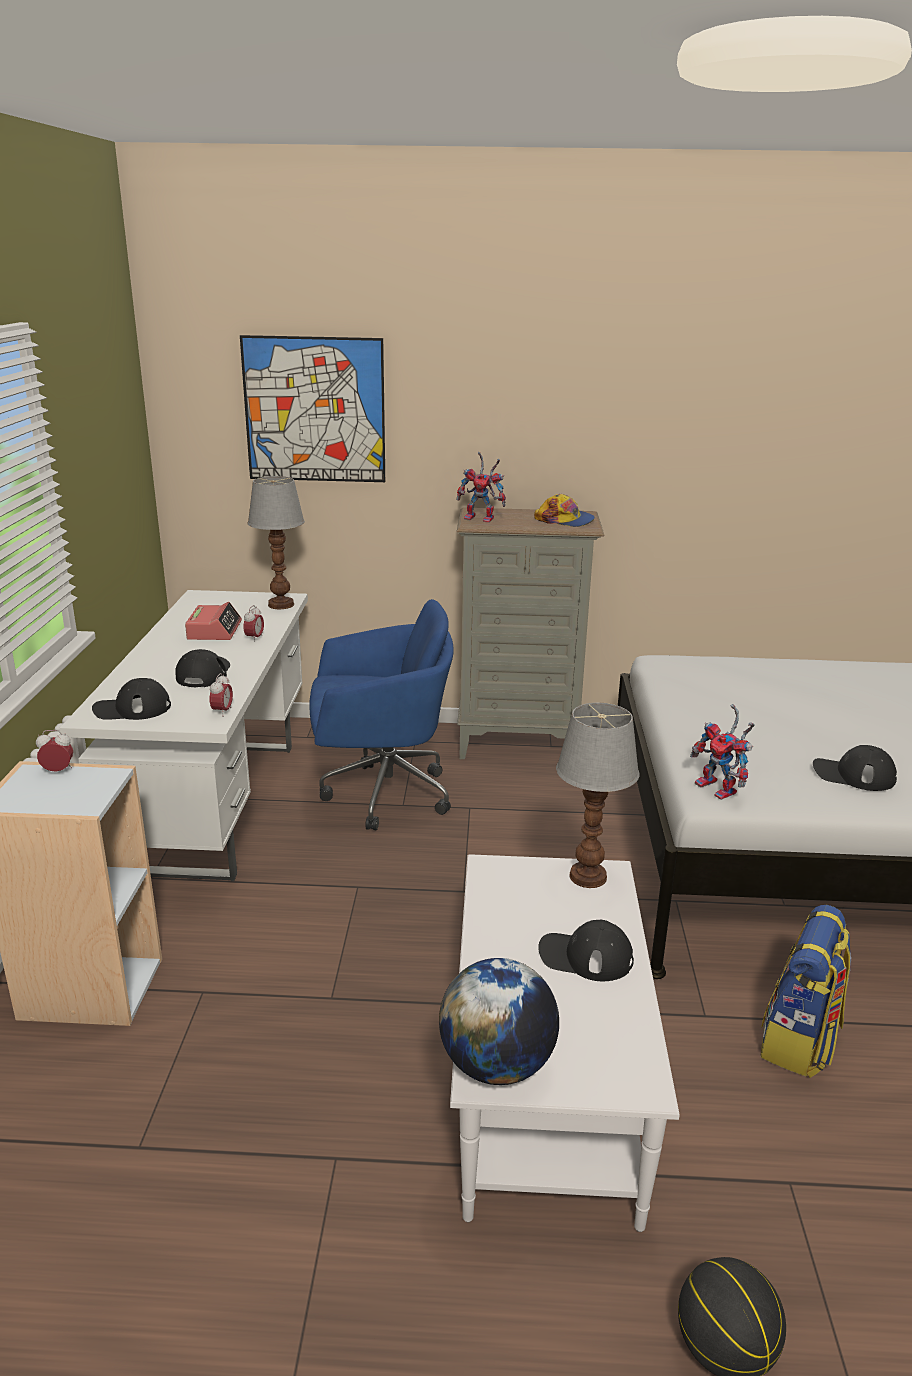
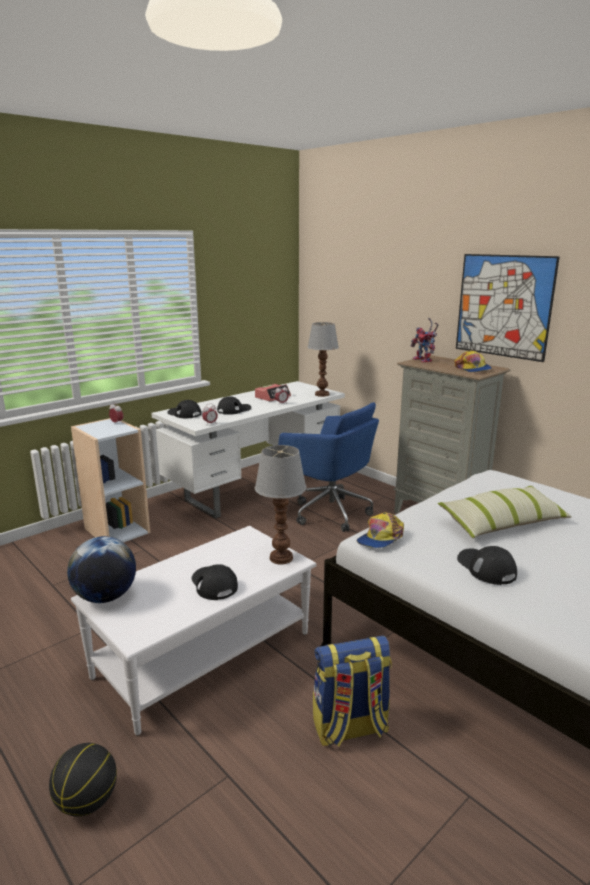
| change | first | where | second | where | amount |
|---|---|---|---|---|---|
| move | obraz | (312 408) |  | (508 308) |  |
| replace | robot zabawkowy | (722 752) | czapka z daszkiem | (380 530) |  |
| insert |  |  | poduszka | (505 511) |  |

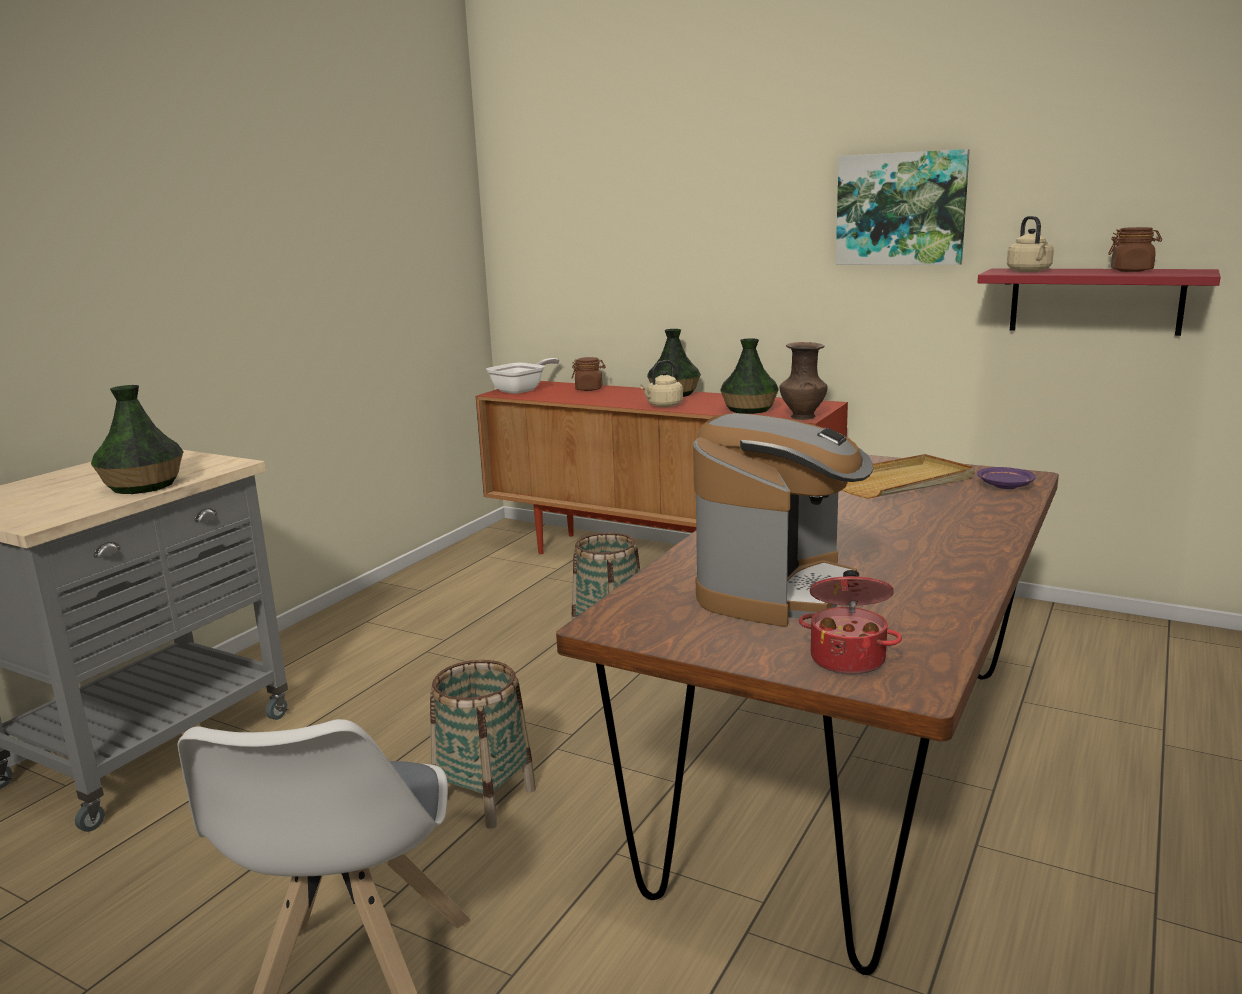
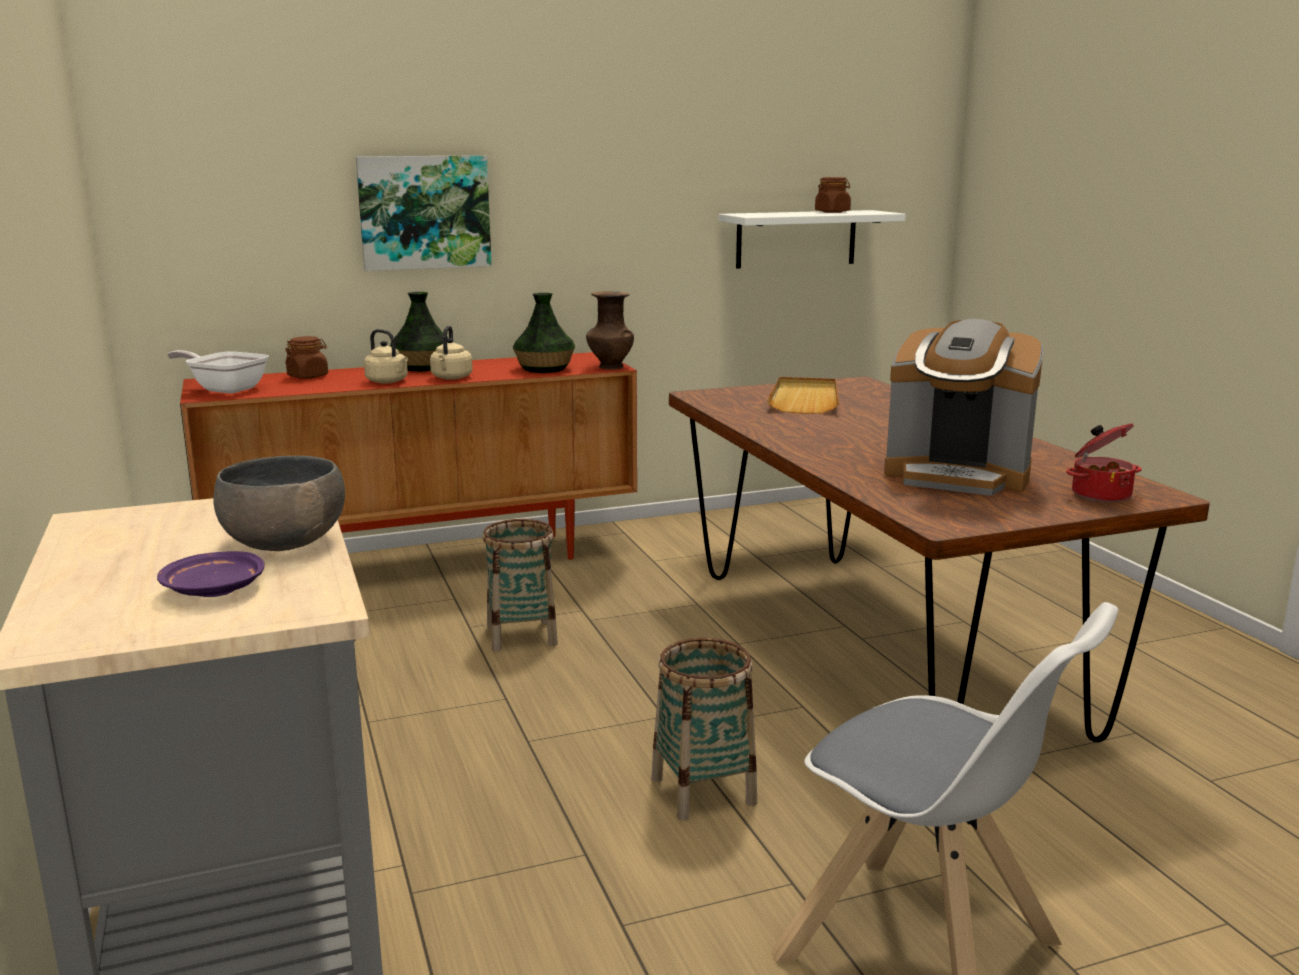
| change | first | where | second | where | amount |
|---|---|---|---|---|---|
| move | obraz | (903 207) |  | (424 213) |  |
| move | czajnik [beżowy] | (1030 244) |  | (386 356) |  |
| recolor | półka [czerwony] | (1099 302) | półka [biały] | (812 239) |  |
| rotate | patelnia | (522 376) |  | (218 372) | 60 degrees counterclockwise |
| replace | wazon | (137 439) | miska [szary] | (279 503) |  |
| rotate | ekspres do kawy | (783 520) |  | (963 407) | 135 degrees clockwise |
| move | talerz [fioletowy] | (1006 478) |  | (210 574) |  |

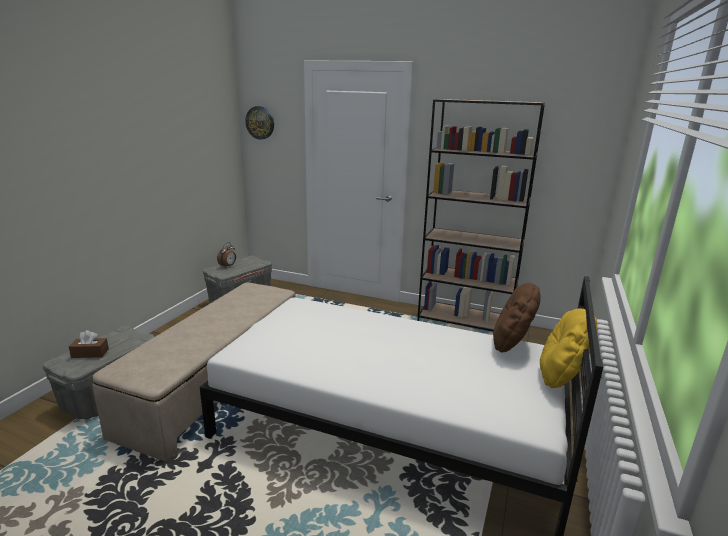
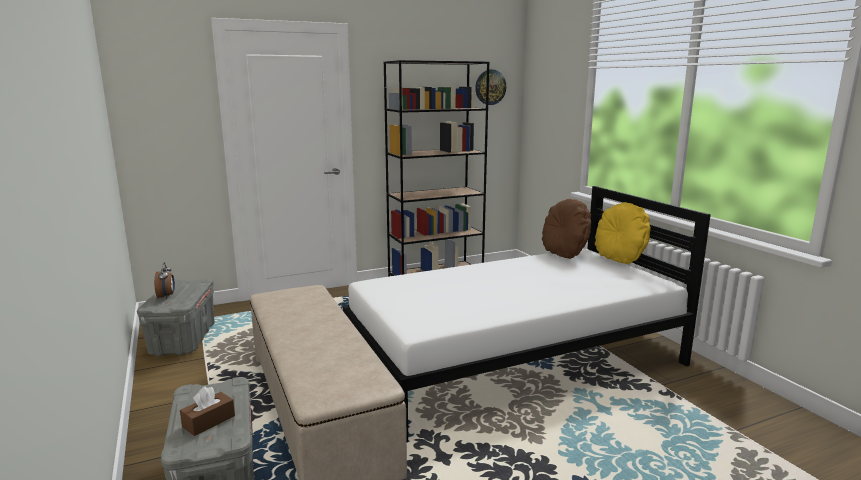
| change | first | where | second | where | amount |
|---|---|---|---|---|---|
| move | zegar ścienny | (259 123) |  | (490 87) |  |

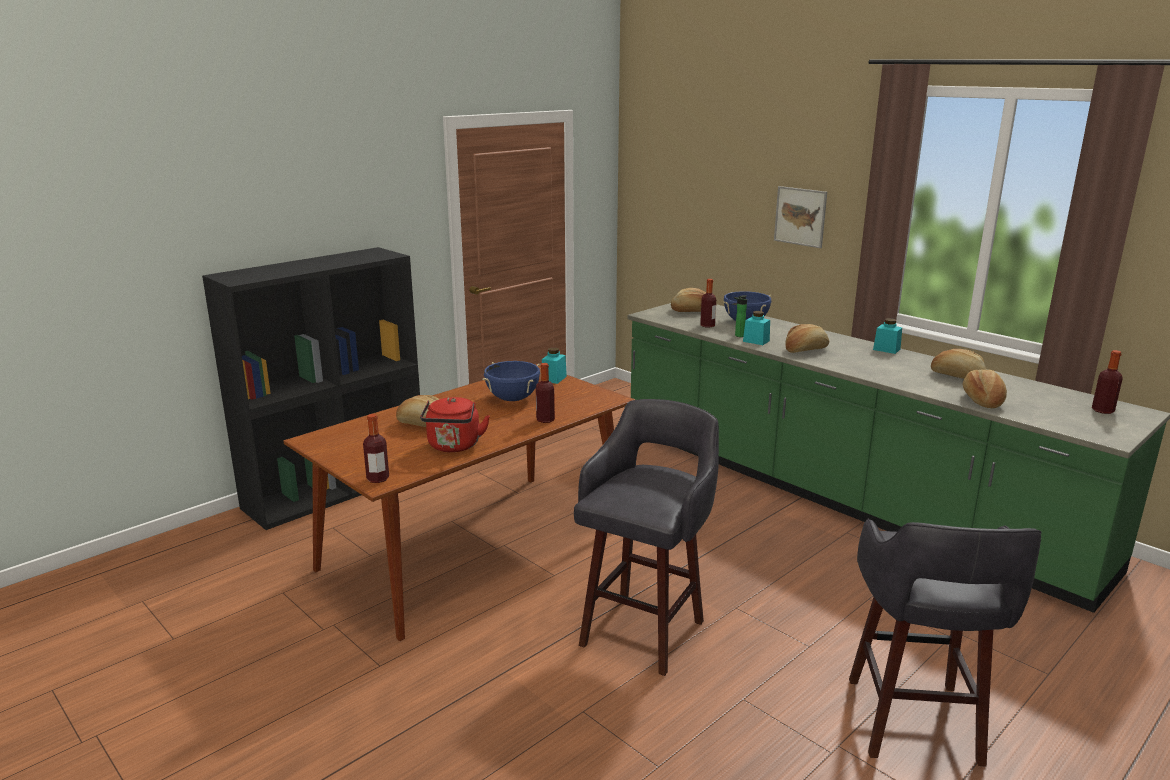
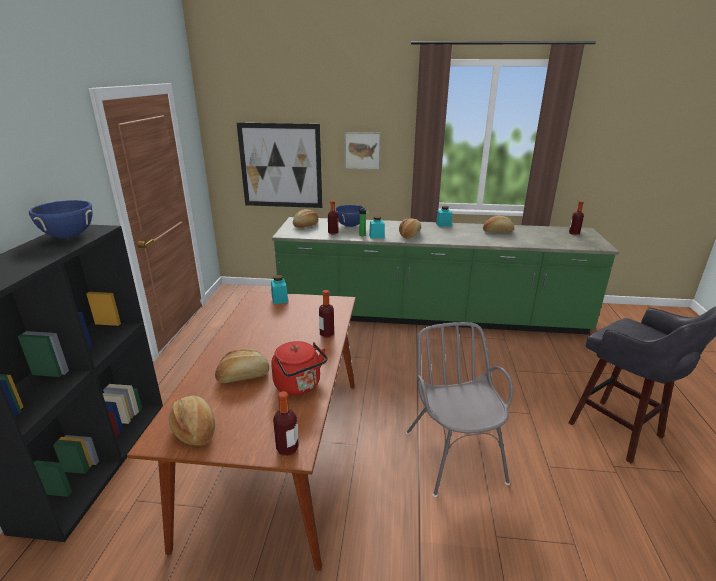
| change | first | where | second | where | amount |
|---|---|---|---|---|---|
| move | garnek [niebieski] | (511 381) |  | (60 219) |  |
| move | chleb | (985 389) |  | (192 421) |  |
| replace | stołek [szary] | (646 537) | krzesło [szary] | (459 409) |  |
| insert |  |  | obraz | (279 165) |  |

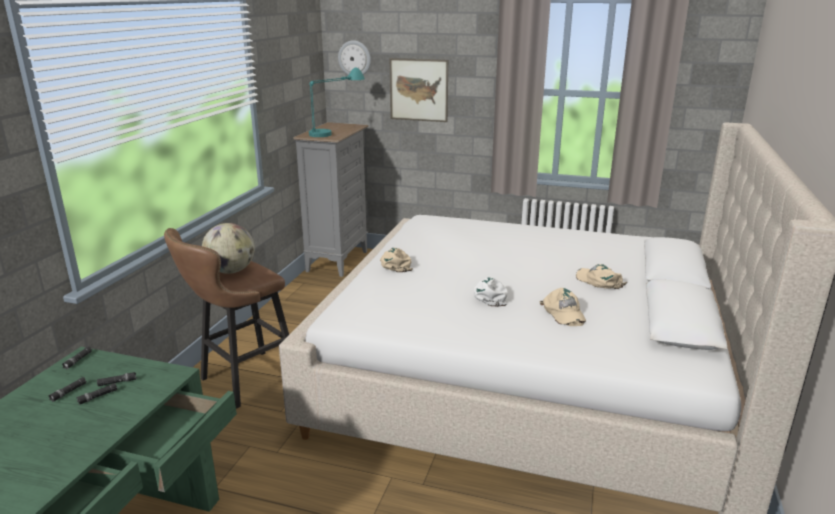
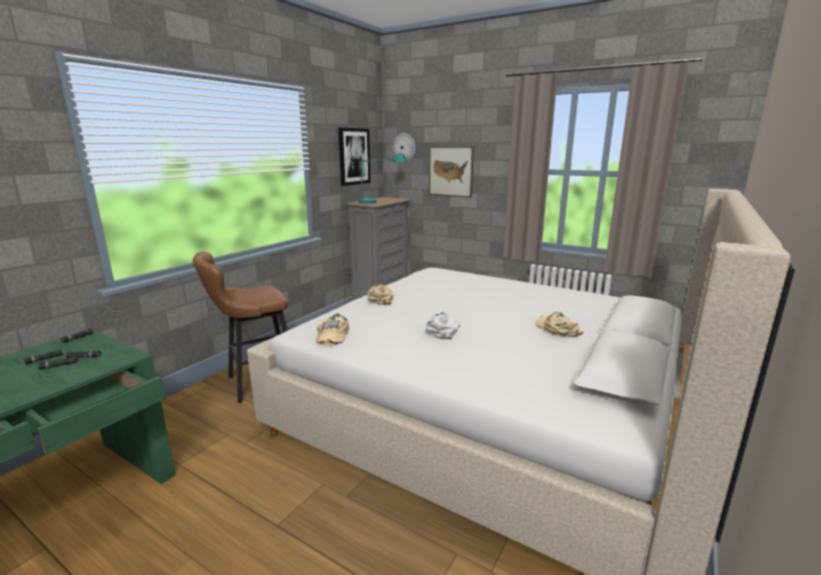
| change | first | where | second | where | amount |
|---|---|---|---|---|---|
| delete | globus | (228 248) |  |  |  |
| move | czapka z daszkiem [beżowy] | (562 307) |  | (332 329) |  |
| insert |  |  | obraz | (354 157) |  |

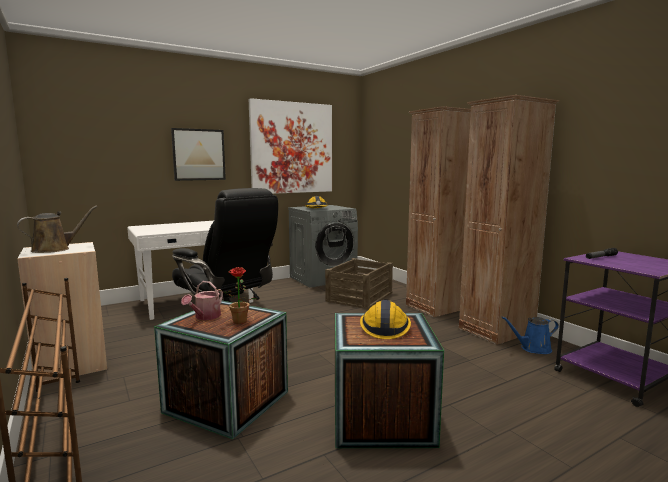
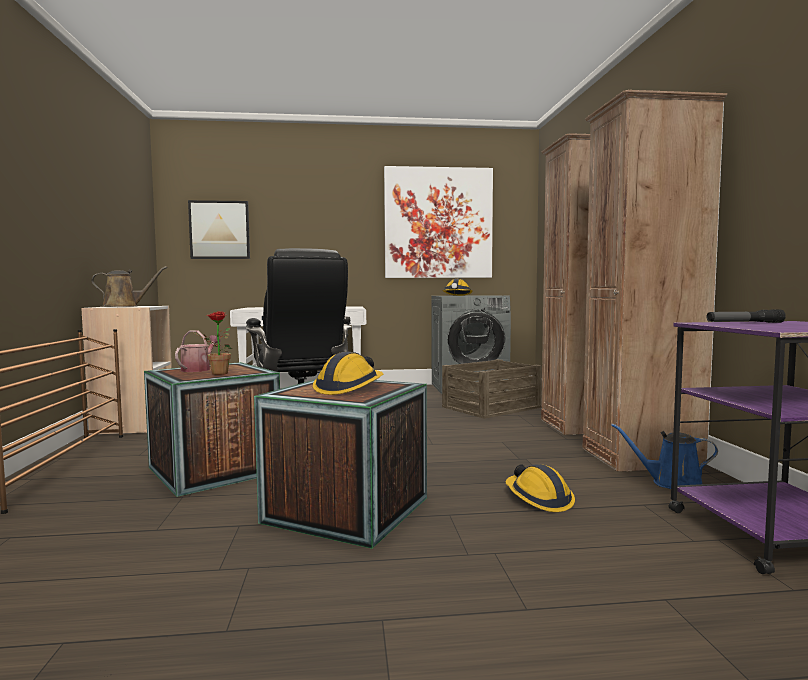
| change | first | where | second | where | amount |
|---|---|---|---|---|---|
| move | obraz | (198 154) |  | (219 229) |  |
| rotate | konewka | (202 300) |  | (198 351) | 150 degrees clockwise |
| insert |  |  | kask | (540 488) |  |

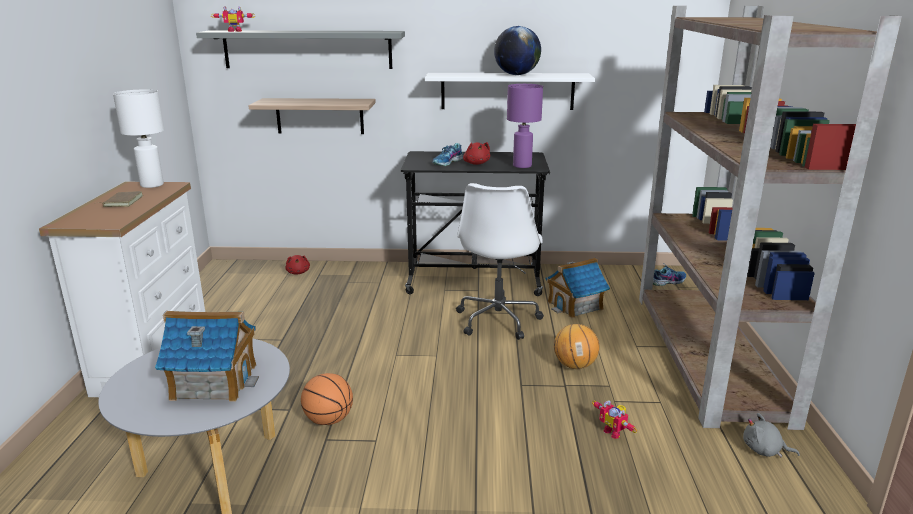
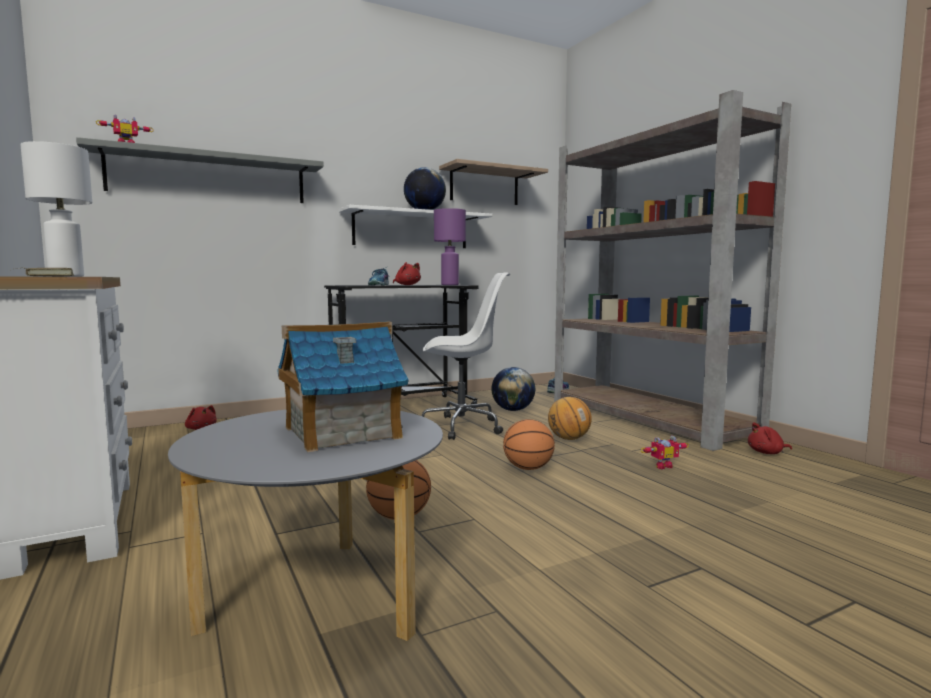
| change | first | where | second | where | amount |
|---|---|---|---|---|---|
| move | półka | (312 116) |  | (493 182) |  |
| rotate | krzesło biurowe [biały] | (500 261) |  | (466 356) | 75 degrees counterclockwise |
| replace | domek | (577 288) | globus | (513 389) |  |
| rotate | robot zabawkowy | (614 419) |  | (665 452) | 45 degrees counterclockwise |
| recolor | pluszak [szary] | (771 435) | pluszak [czerwony] | (770 438) |  |
| insert |  |  | piłka do koszykówki | (529 444) |  |

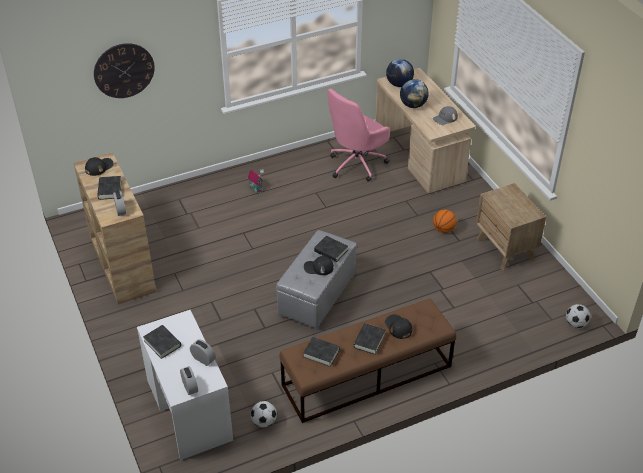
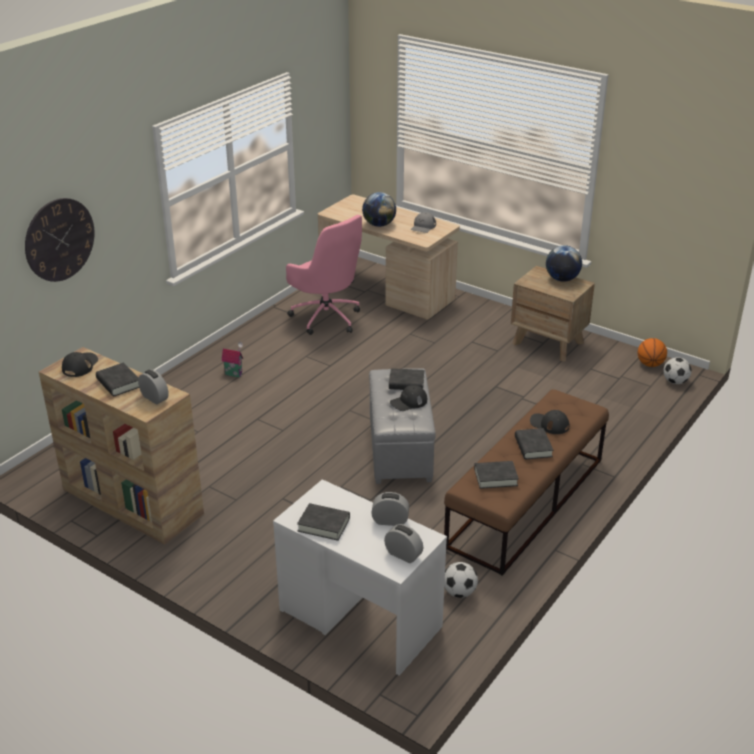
| change | first | where | second | where | amount |
|---|---|---|---|---|---|
| move | globus | (400 73) |  | (564 263) |  |
| rotate | krzesło biurowe [różowy] | (359 135) |  | (324 275) | 60 degrees counterclockwise |
| move | piłka do koszykówki | (445 221) |  | (652 352) |  |

